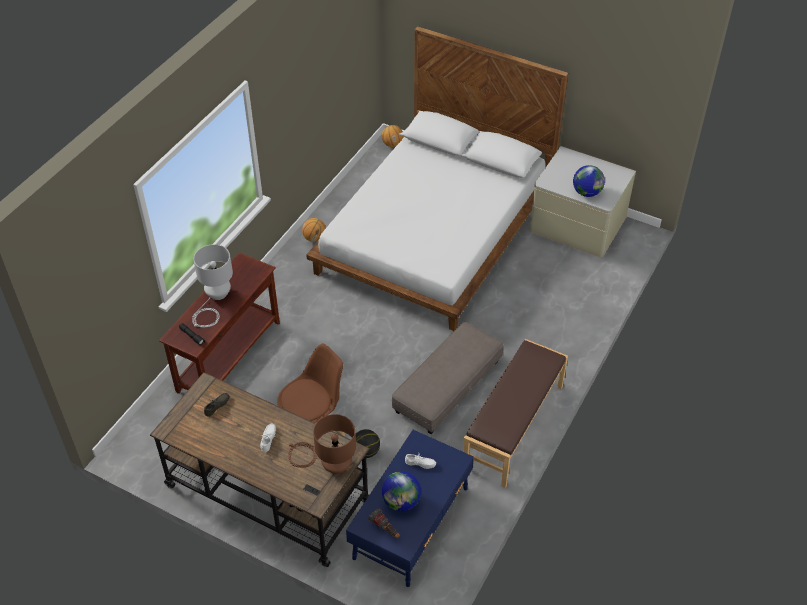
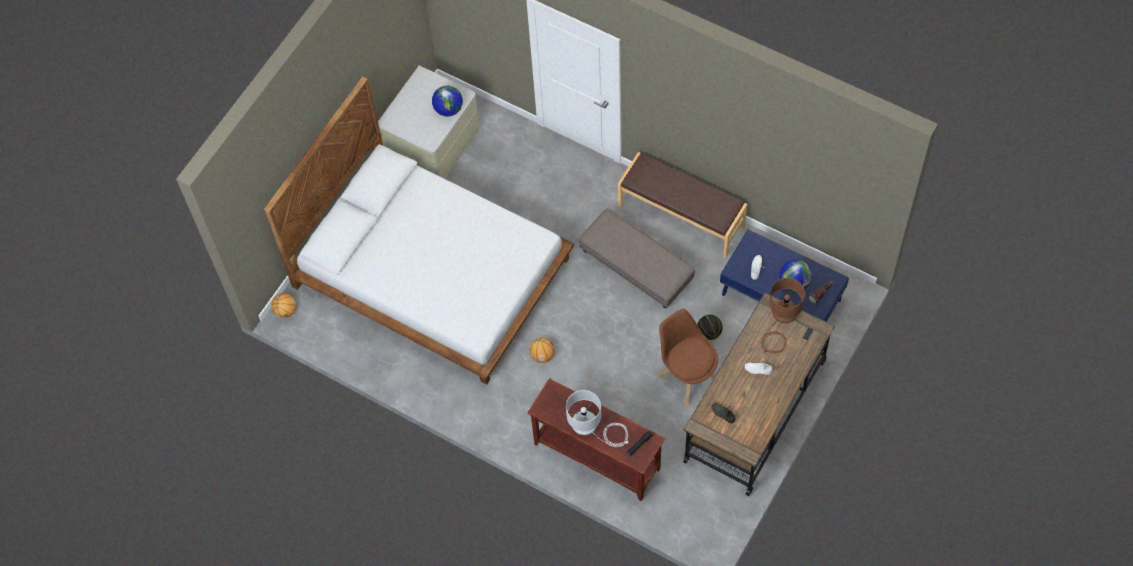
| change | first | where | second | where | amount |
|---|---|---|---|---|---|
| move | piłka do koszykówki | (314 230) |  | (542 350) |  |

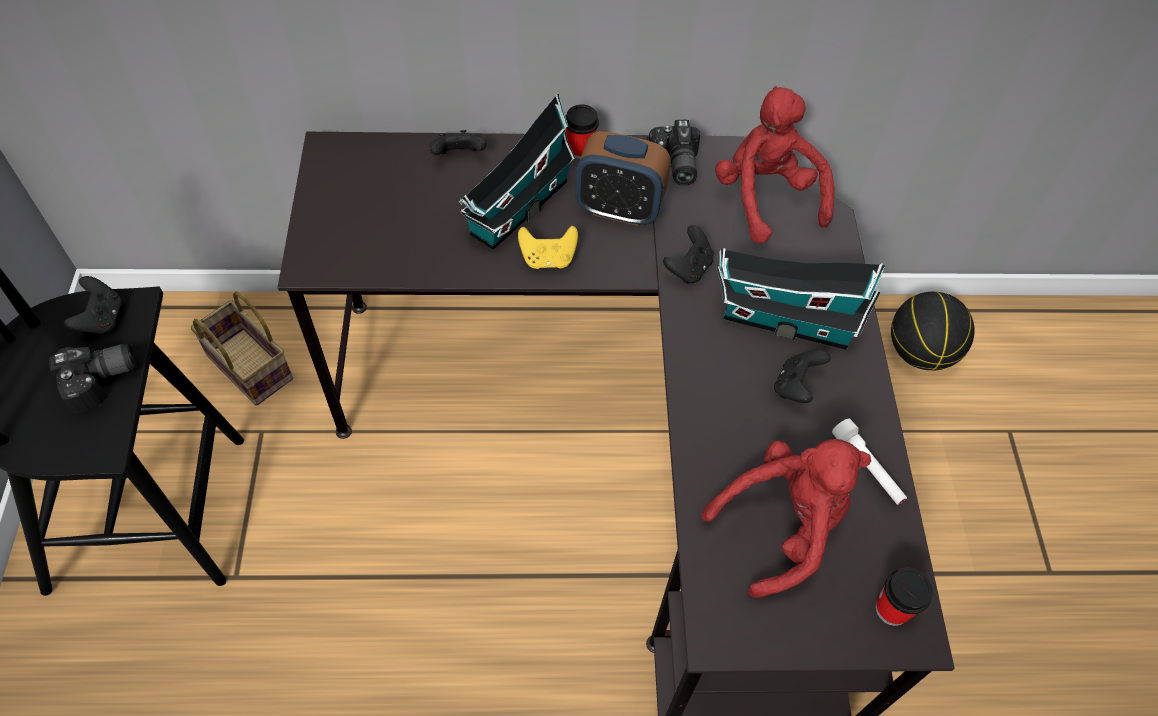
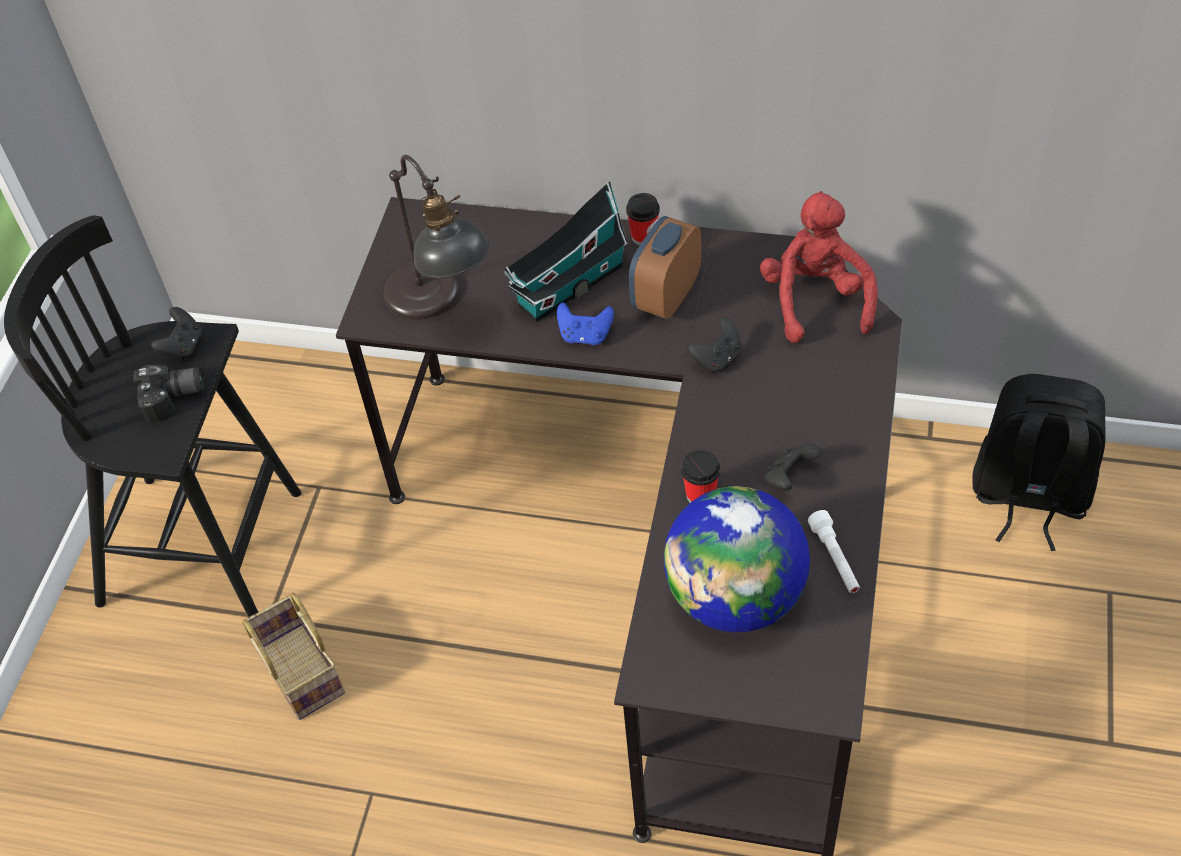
| change | first | where | second | where | amount |
|---|---|---|---|---|---|
| delete | aparat fotograficzny | (674 153) |  |  |  |
| delete | pad do gier [czarny] | (458 142) |  |  |  |
| rotate | budzik | (623 178) |  | (665 267) | 90 degrees clockwise |
| recolor | pad do gier [żółty] | (548 247) | pad do gier [niebieski] | (585 323) |  |
| delete | domek | (800 299) |  |  |  |
| move | koszyk | (242 348) |  | (293 656) |  |
| replace | piłka do koszykówki | (933 331) | plecak [czarny] | (1039 462) |  |
| replace | pluszak [czerwony] | (786 518) | globus | (737 559) |  |
| move | filiżanka | (904 597) |  | (700 476) |  |
| insert |  |  | lampa stołowa [szary] | (436 237) |  |

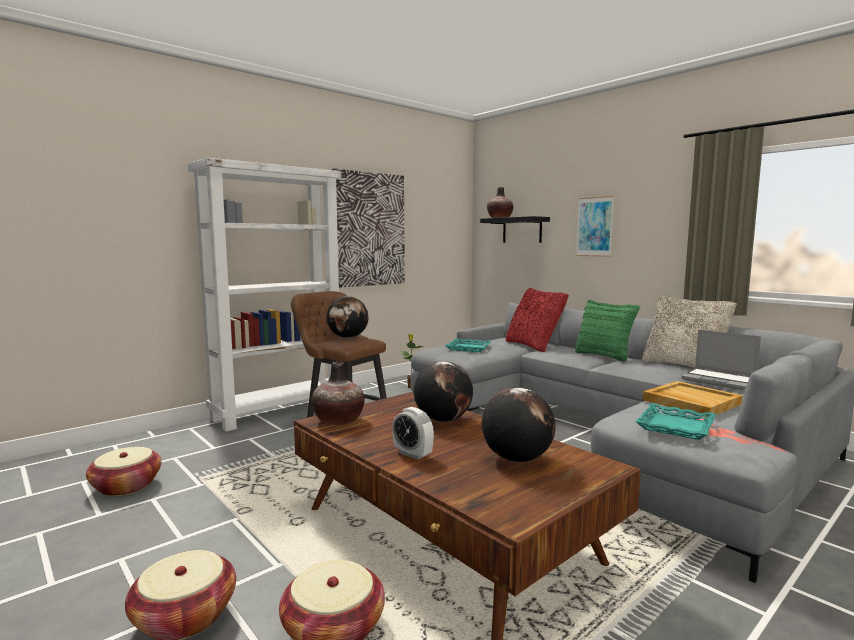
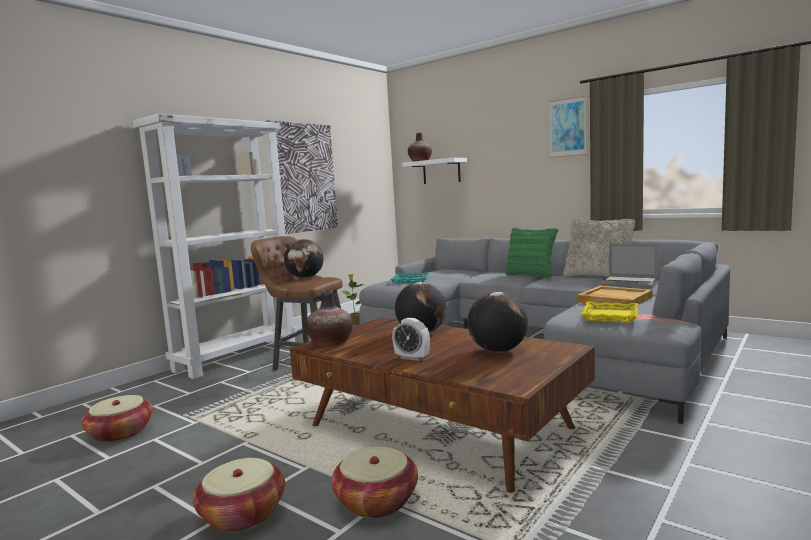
| change | first | where | second | where | amount |
|---|---|---|---|---|---|
| move | obraz | (595 226) |  | (567 126) |  |
| recolor | półka [czarny] | (515 229) | półka [biały] | (434 171) |  |
| delete | poduszka [czerwony] | (537 320) |  |  |  |
| recolor | taca [turkusowy] | (675 421) | taca [żółty] | (609 312) |  |

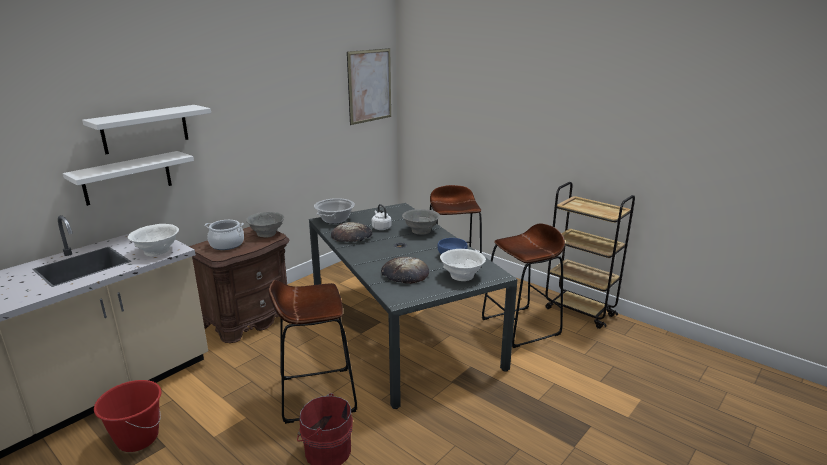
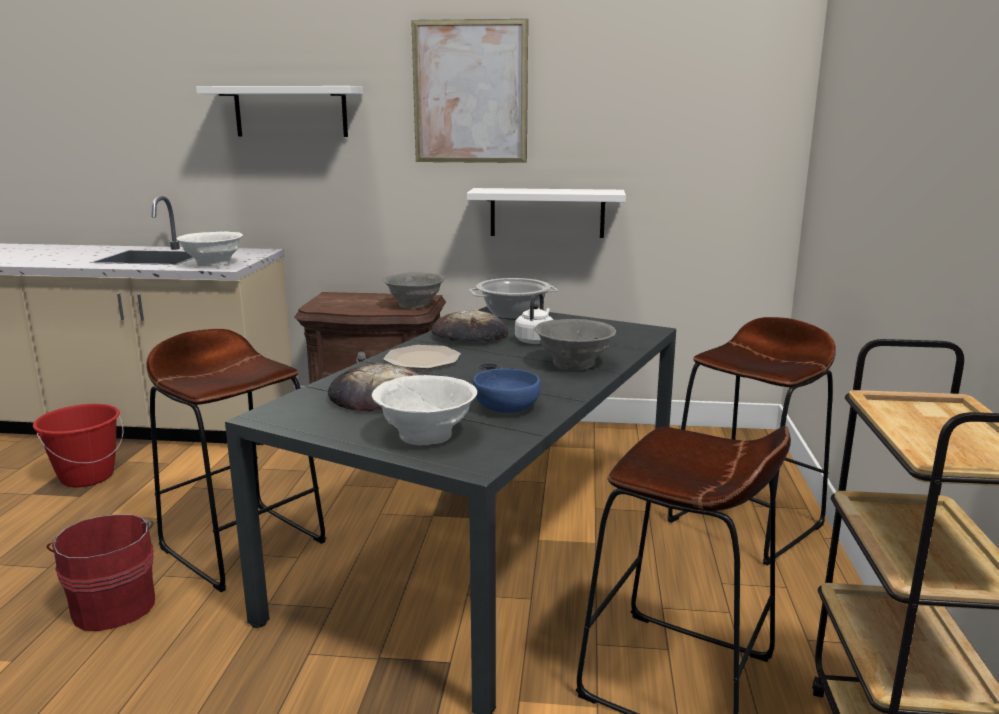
| change | first | where | second | where | amount |
|---|---|---|---|---|---|
| move | obraz | (369 86) |  | (469 91) |  |
| move | półka [biały] | (128 178) |  | (546 213) |  |
| delete | garnek | (224 235) |  |  |  |
| insert |  |  | talerz | (422 357) |  |

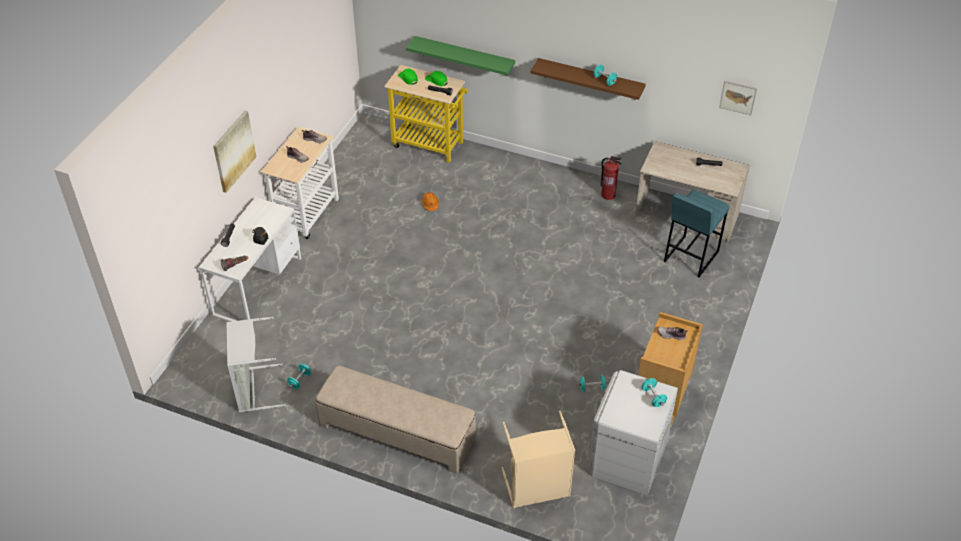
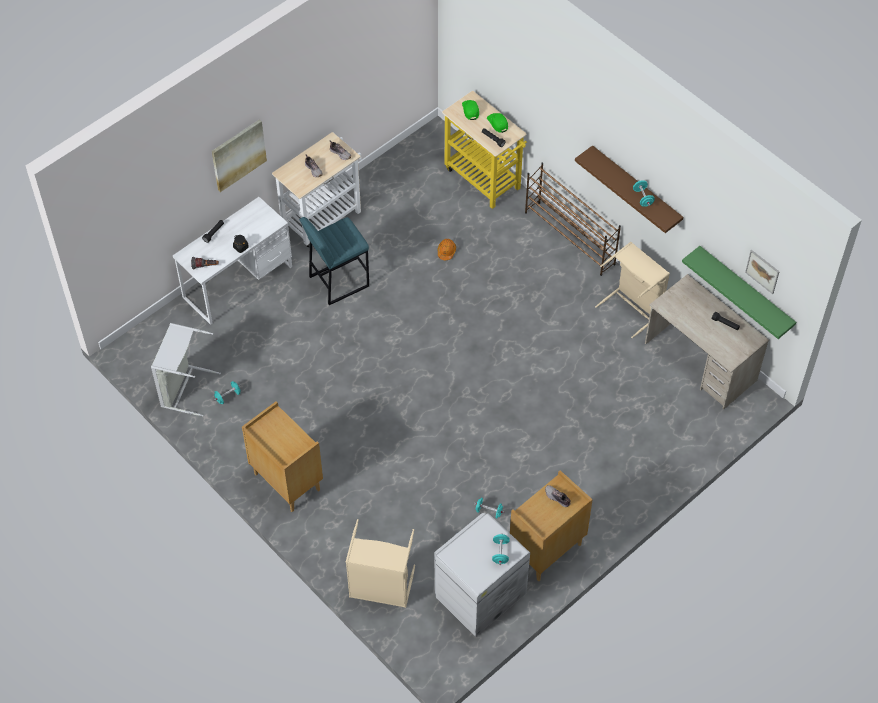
| change | first | where | second | where | amount |
|---|---|---|---|---|---|
| move | półka [zielony] | (460 56) |  | (739 292) |  |
| replace | gaśnica | (610 178) | kosz na pranie [beżowy] | (632 290) |  |
| move | stołek [turkusowy] | (696 234) |  | (334 261) |  |
| replace | ławka [beżowy] | (395 419) | szafka [brązowy] | (282 456) |  |
| insert |  |  | regał na buty [brązowy] | (573 219) |  |

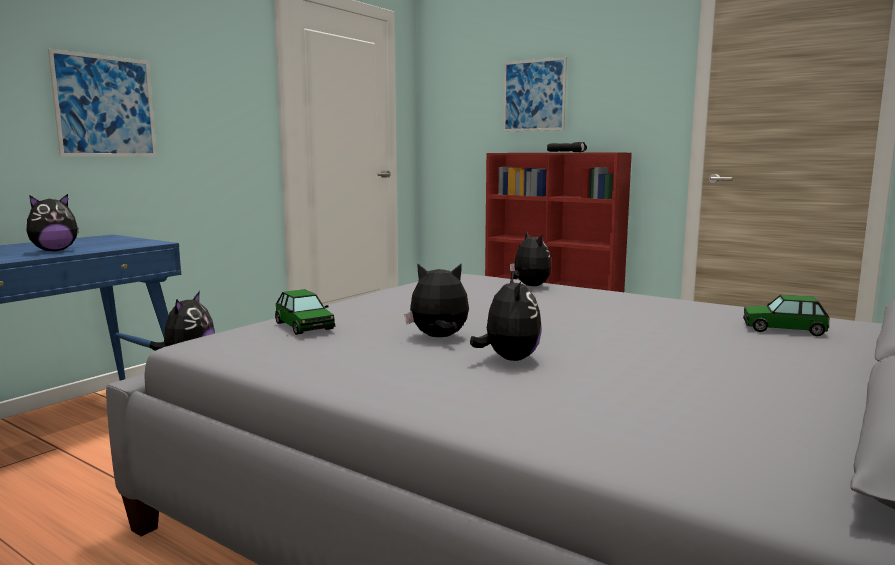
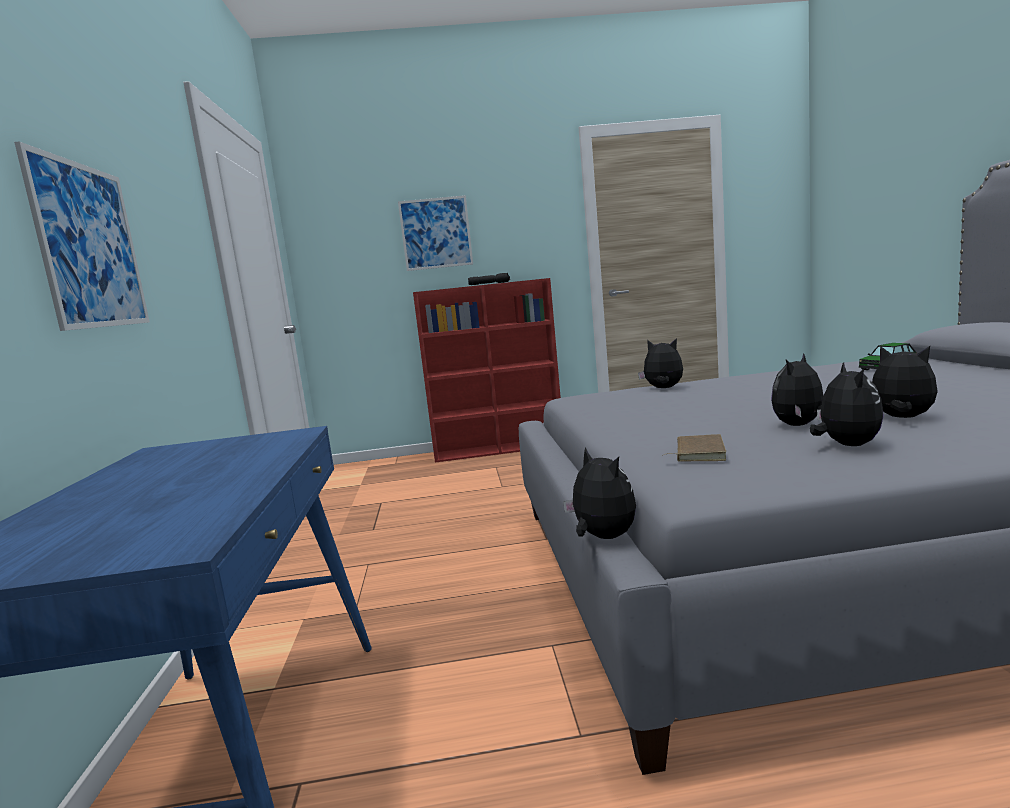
| change | first | where | second | where | amount |
|---|---|---|---|---|---|
| move | pluszak | (52 222) |  | (847 404) |  |
| replace | samochodzik | (305 312) | książka [brązowy] | (694 448) |  |

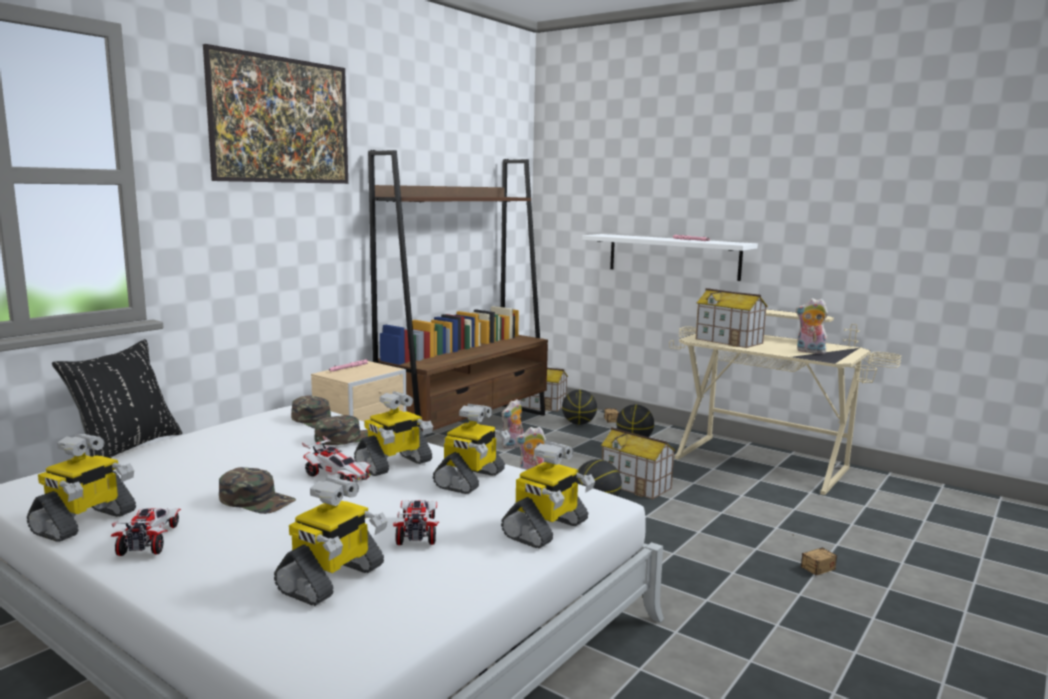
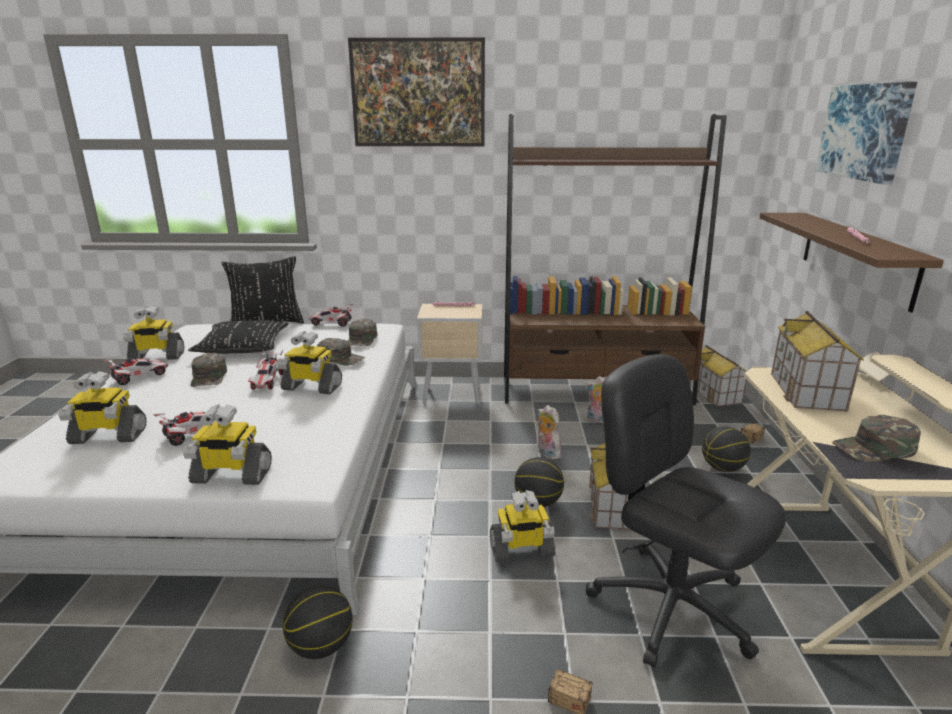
| change | first | where | second | where | amount |
|---|---|---|---|---|---|
| recolor | półka [biały] | (670 257) | półka [brązowy] | (852 262) |  |
| replace | pluszak | (812 326) | czapka z daszkiem [zielony] | (876 438) |  |
| move | piłka do koszykówki | (579 407) |  | (317 622) |  |
| move | robot zabawkowy | (472 449) |  | (522 526) |  |
| insert |  |  | obraz | (866 133) |  |
| insert |  |  | samochodzik | (331 315) |  |
| insert |  |  | poduszka [czarny] | (238 337) |  |
| insert |  |  | krzesło biurowe [czarny] | (686 510) |  |

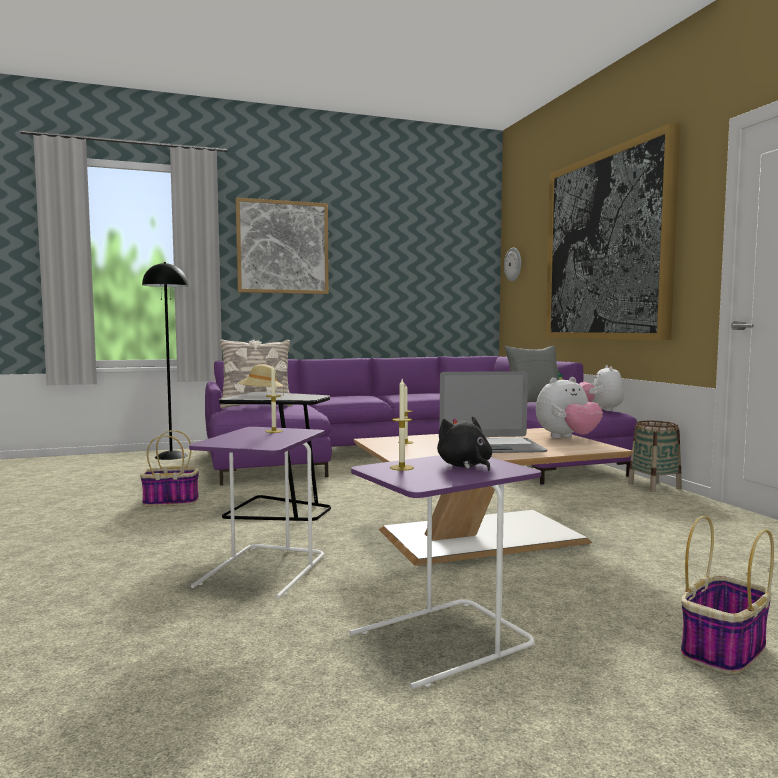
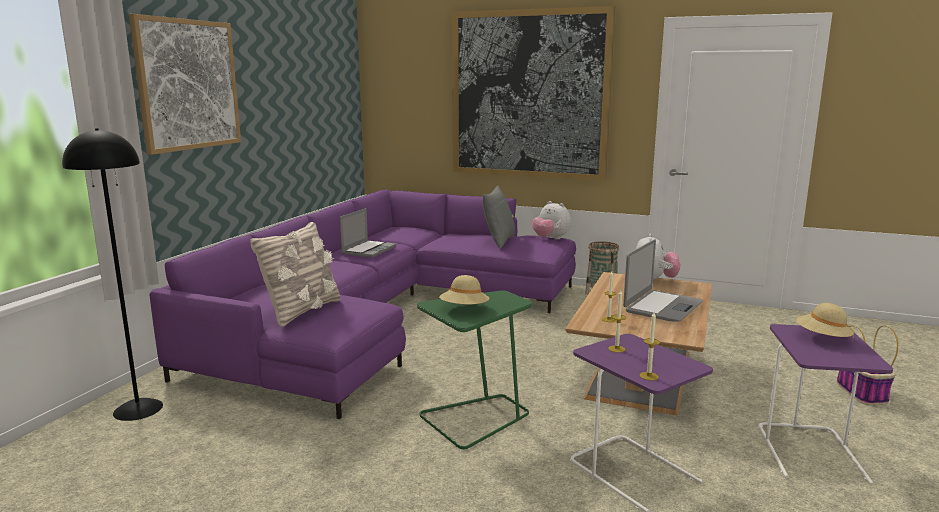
| change | first | where | second | where | amount |
|---|---|---|---|---|---|
| delete | zegar ścienny | (512 264) |  |  |  |
| move | świeca | (402 425) |  | (650 346) |  |
| recolor | stolik [czarny] | (275 456) | stolik [zielony] | (474 369) |  |
| replace | pluszak [czarny] | (464 443) | kapelusz [beżowy] | (825 320) |  |
| delete | koszyk | (169 468) |  |  |  |
| insert |  |  | laptop | (368 233) |  |

